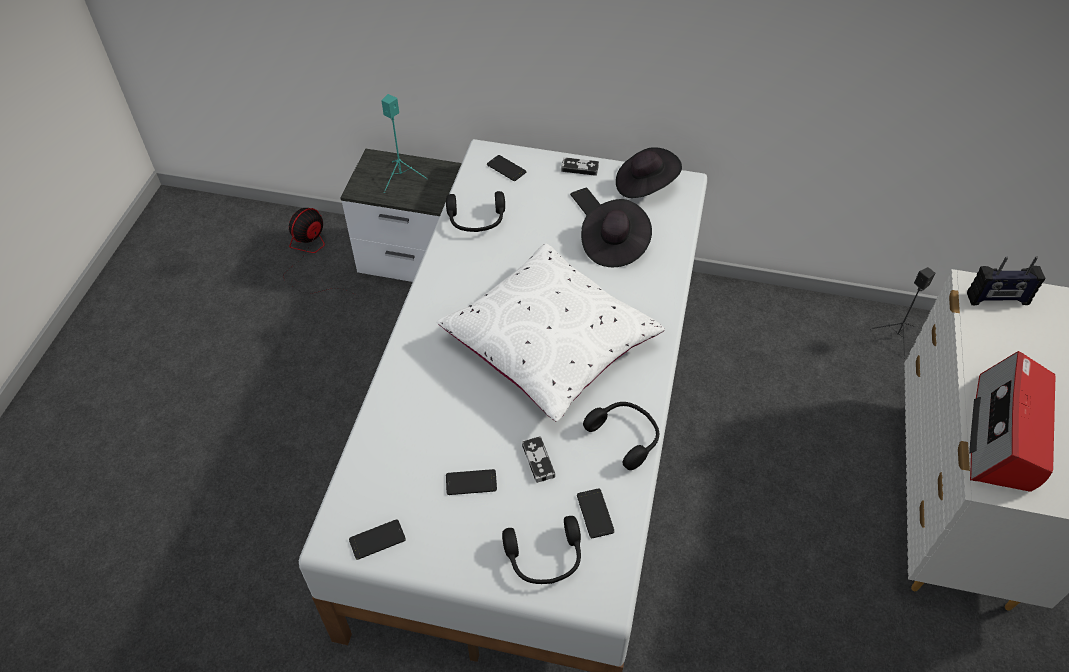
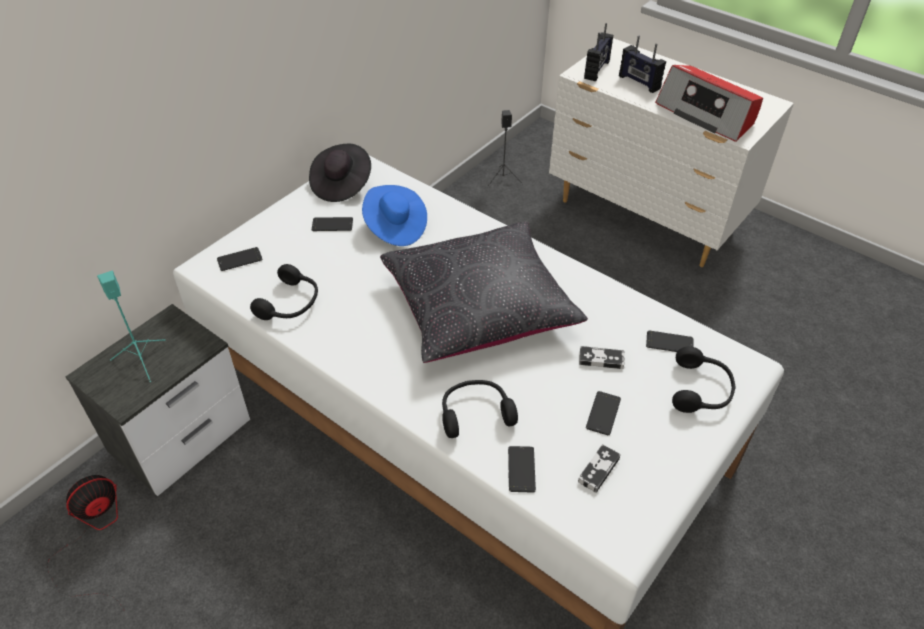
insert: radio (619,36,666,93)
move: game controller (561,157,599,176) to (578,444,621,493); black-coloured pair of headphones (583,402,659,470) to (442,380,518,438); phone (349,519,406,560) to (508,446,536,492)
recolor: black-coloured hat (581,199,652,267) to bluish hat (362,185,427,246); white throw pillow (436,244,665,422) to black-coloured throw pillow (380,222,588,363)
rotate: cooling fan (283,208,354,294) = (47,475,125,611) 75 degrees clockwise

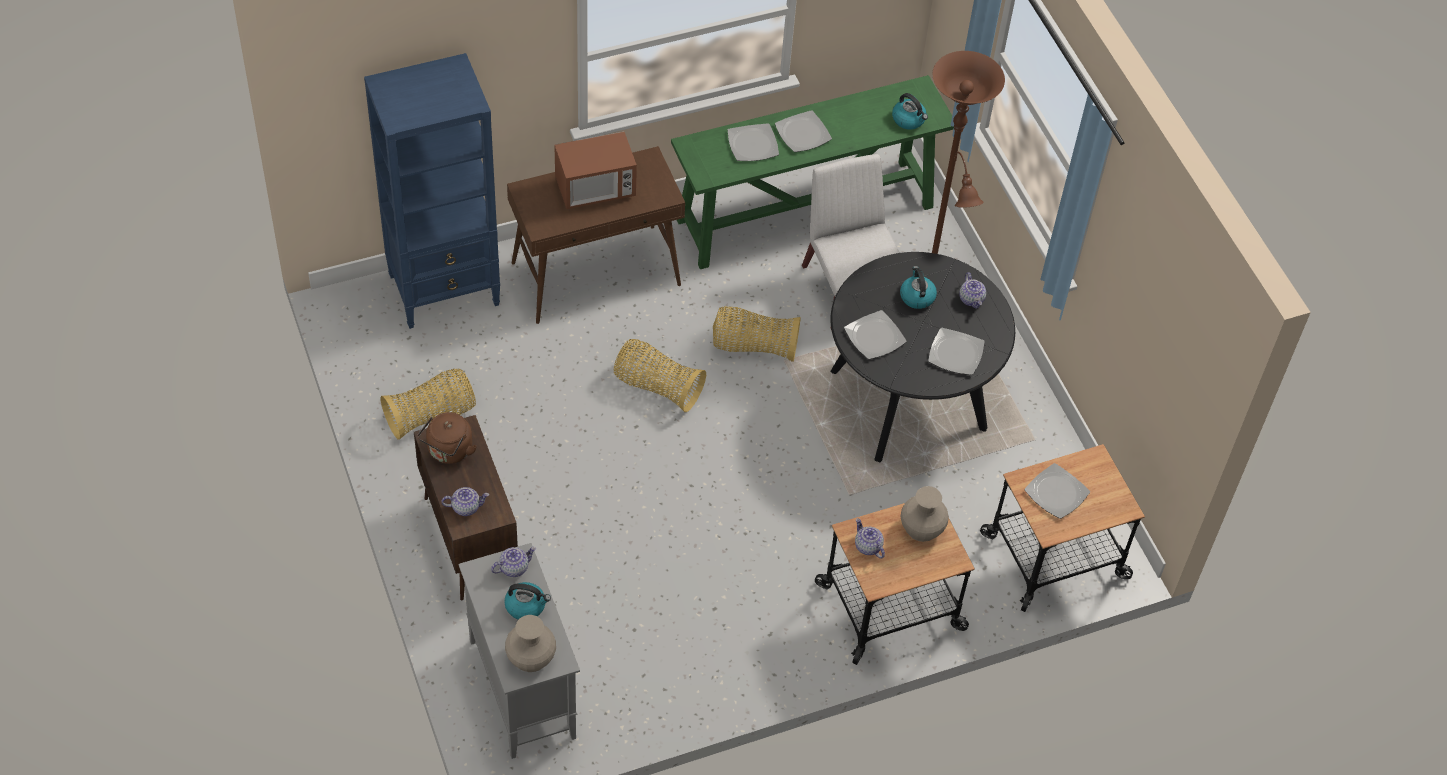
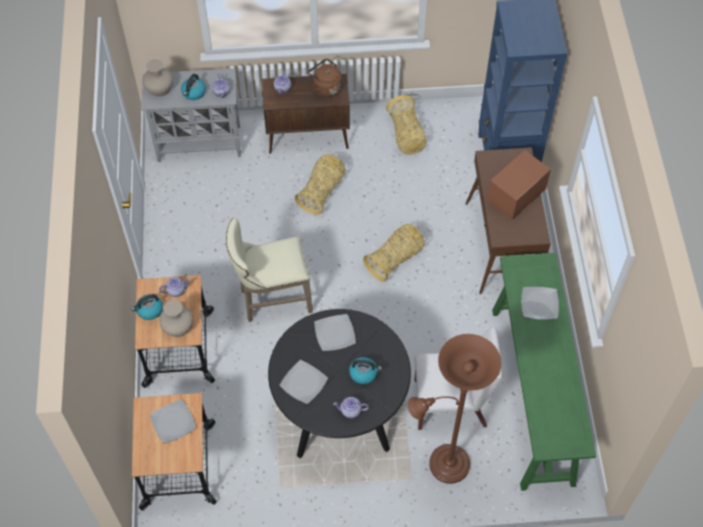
delete: dinner plate (775,110,832,152)
insert: beige-coloured stool seat (226,218,313,322)
move: tea kettle (892,93,928,130) to (131,294,163,320); household basket (713,306,801,362) to (295,154,345,215)
rotate: microwave (554,132,637,209) = (487,150,551,220) 45 degrees clockwise

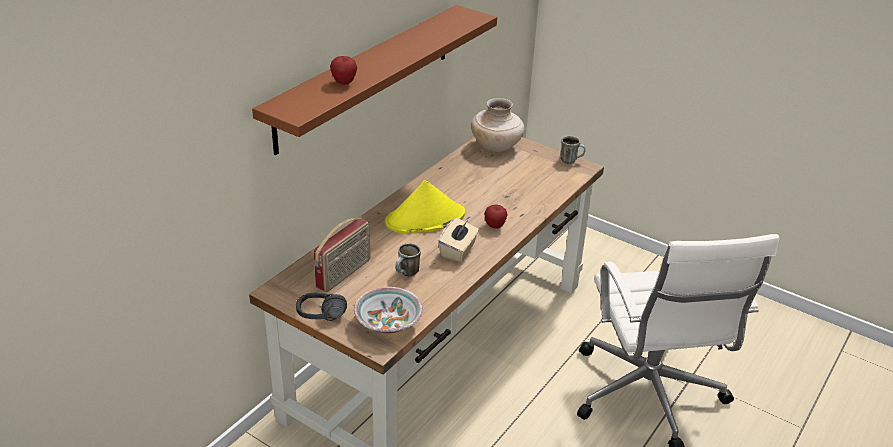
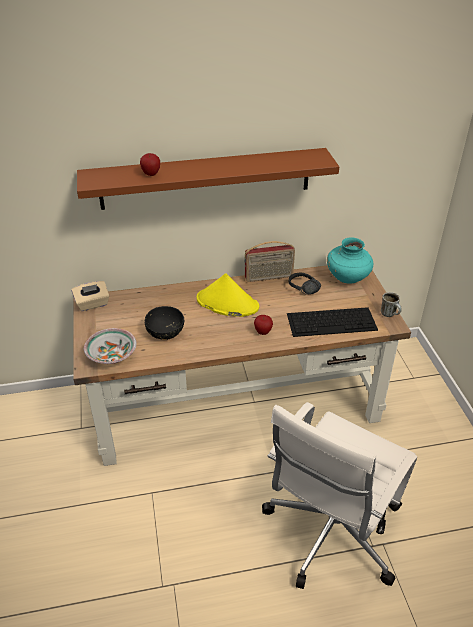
insert: keyboard (287,307,378,337)
move: radio (314,218,371,292) to (244,241,295,282); beige-coloured tissue box (438,218,479,262) to (71,281,109,311); black-coloured pair of headphones (296,293,347,321) to (289,273,321,295)
replace: mug (395,243,421,276) to black-coloured bowl (145,306,184,340)
recolor: beige-coloured flower vase (471,98,525,152) to turquoise flower vase (327,237,373,284)

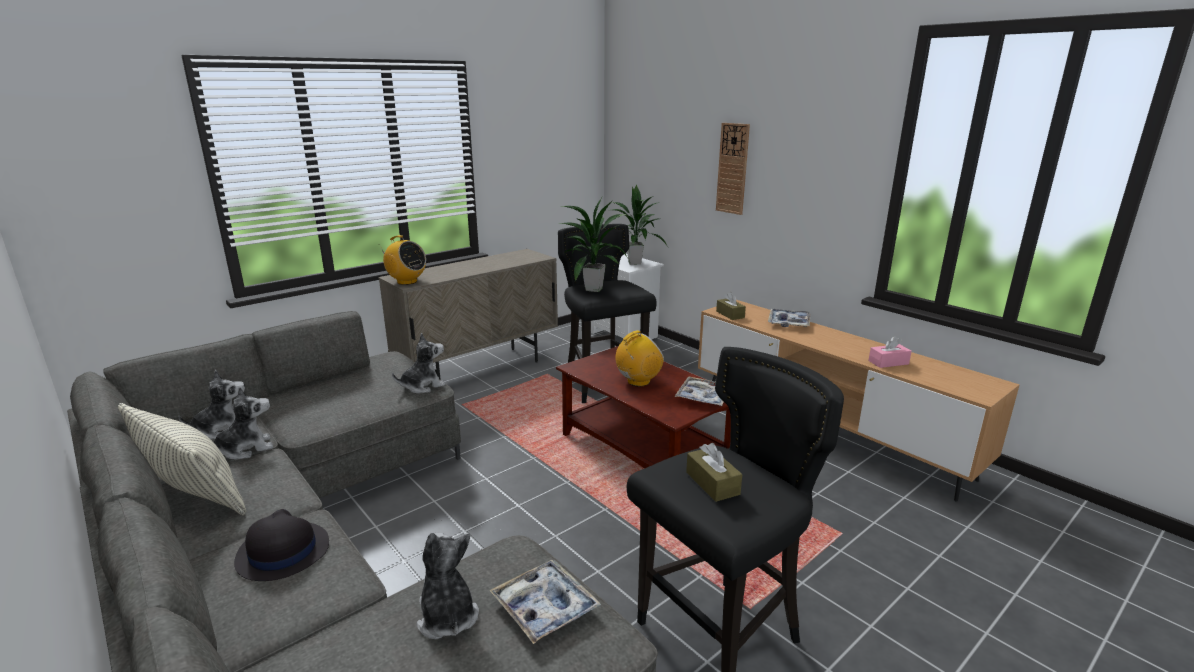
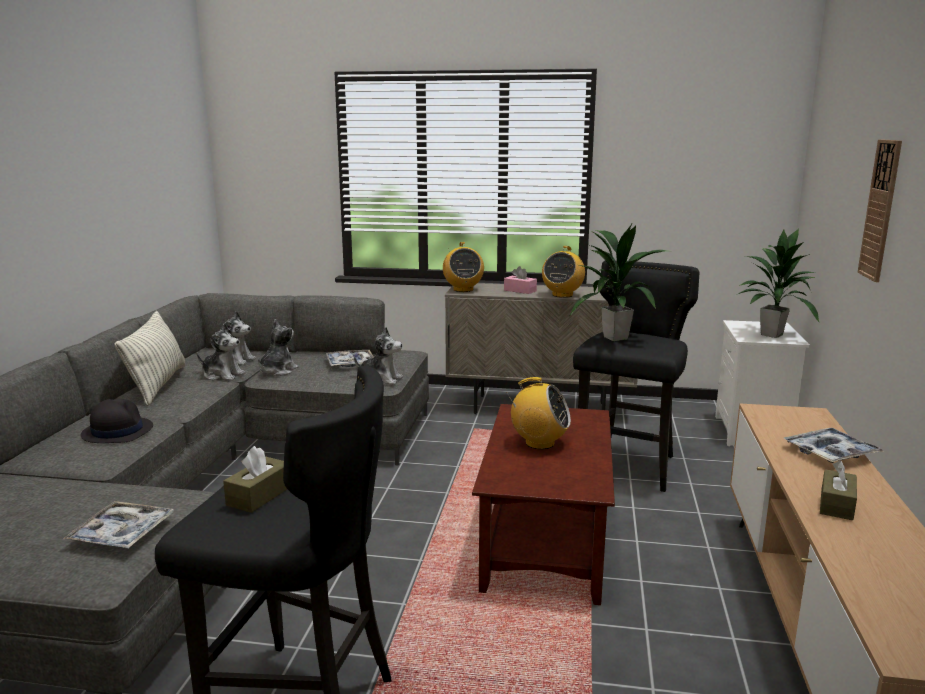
insert: radio (542,246,585,298)
move: brown-coloured tissue box (716,292,746,320) to (820,460,857,520); pink tissue box (868,336,912,368) to (504,266,537,294); serving tray (675,376,724,406) to (326,350,373,367); soft toy (417,533,479,639) to (258,319,298,376)

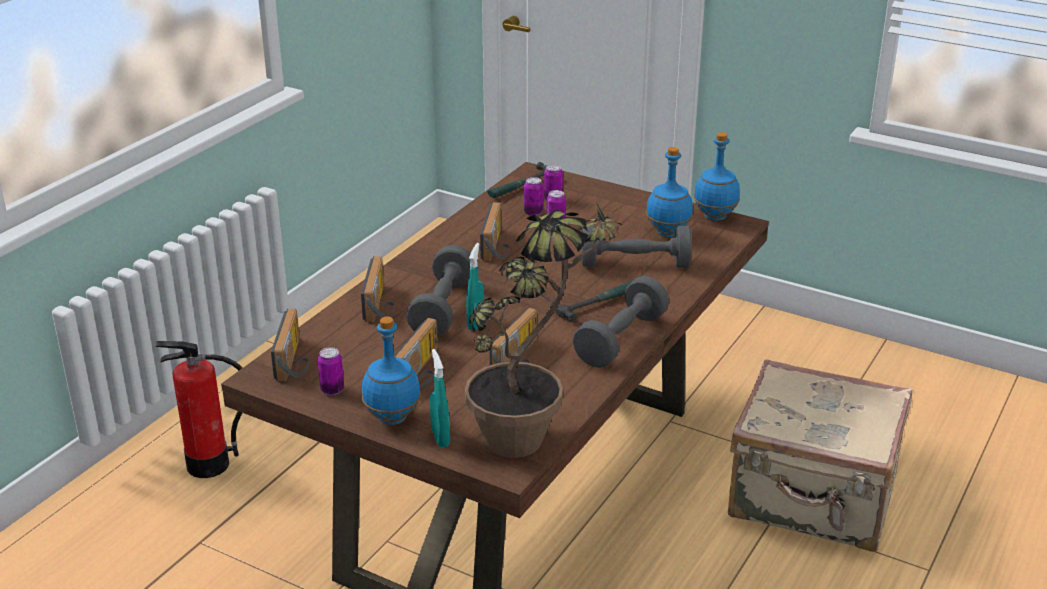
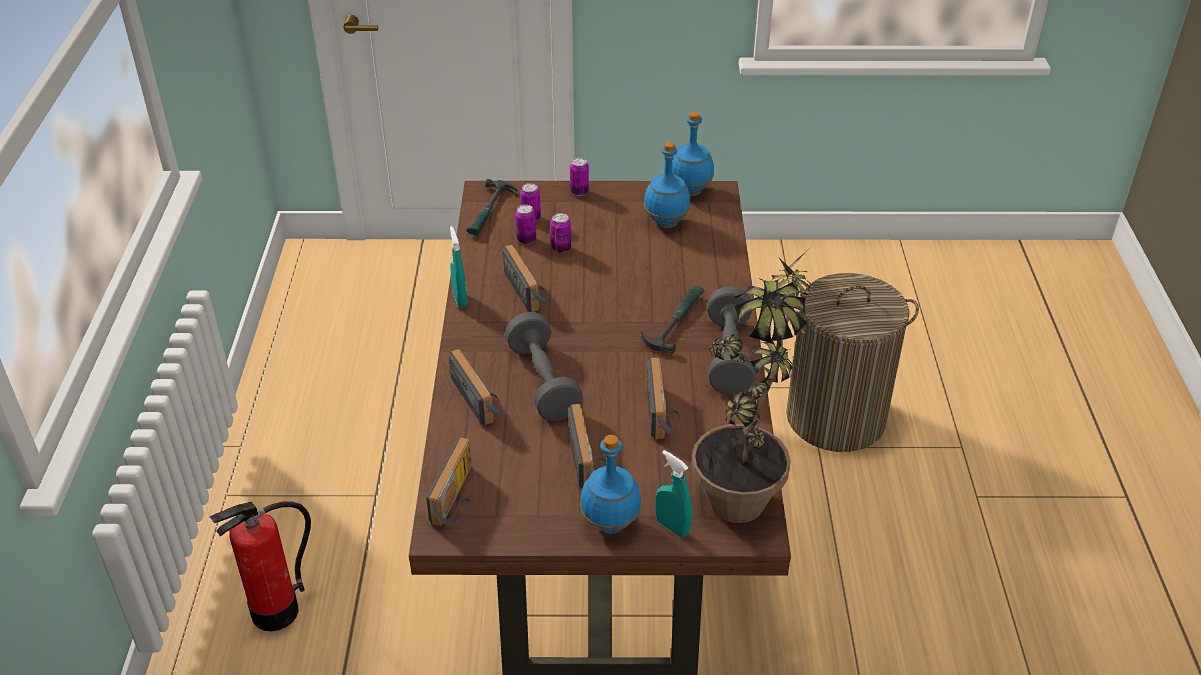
delete: gray hand weight (582,225,692,268)
move: turquoise hand sprayer (466,243,484,331) to (450,226,468,308); can (318,347,344,395) to (570,158,589,196)
replace: beige-coloured travel case (728,359,912,552) to washing basket (786,273,919,452)
rotate: radio (271,309,309,381) = (426,437,472,526) 45 degrees clockwise

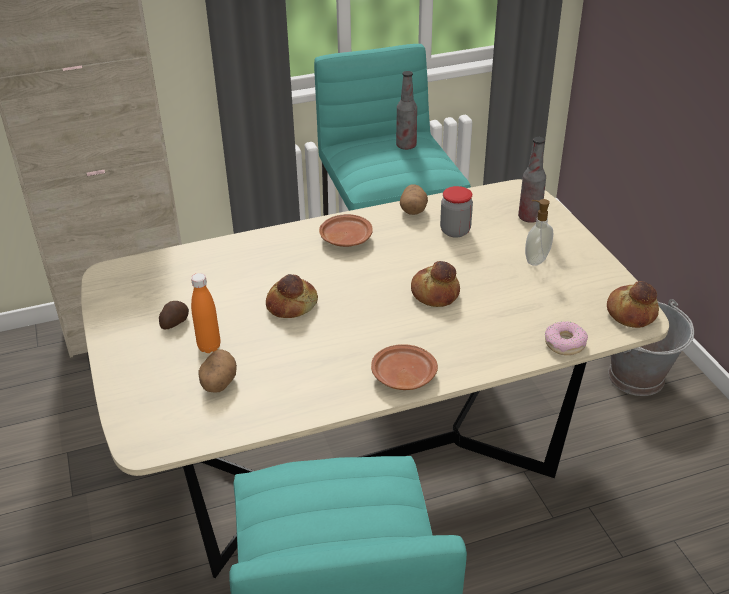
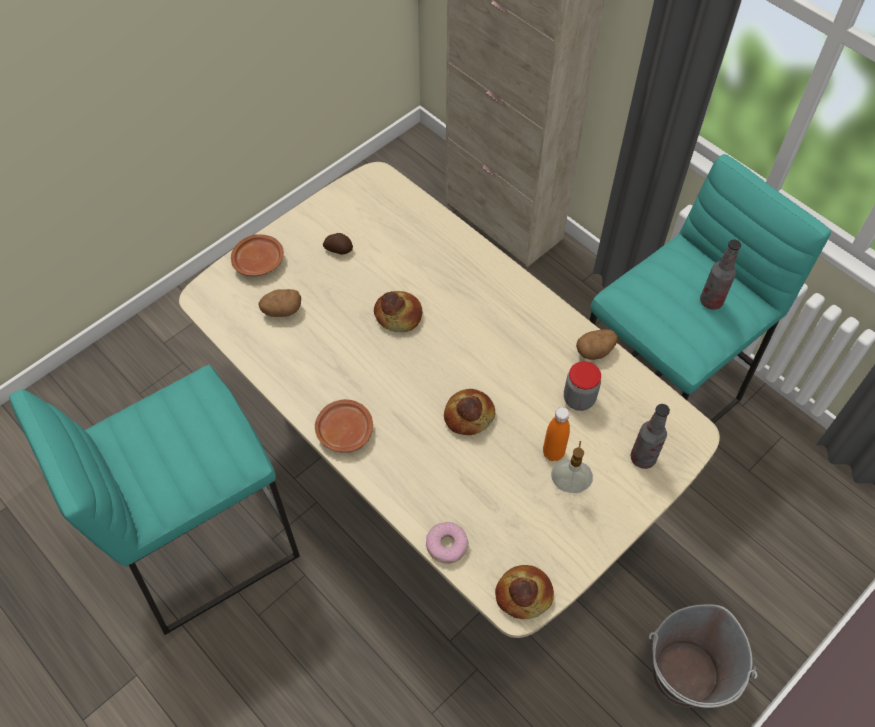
move: brown-coloured dinner plate (319,214,373,247) to (231,234,284,276); orangey drink bottle (191,273,220,353) to (543,407,570,461)

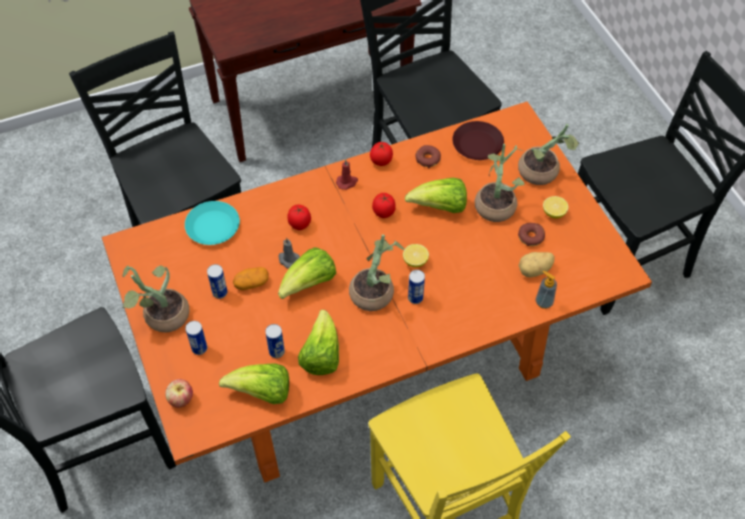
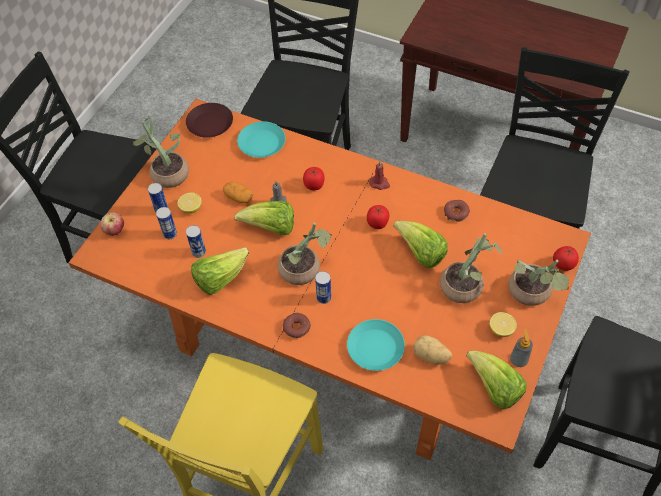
insert: turquoise dinner plate (347,319,405,371)
move: brown-coloured dinner plate (452,121,504,160) to (186,103,233,138); whole tomato (370,142,393,166) to (553,246,579,271); doughnut (518,223,545,246) to (283,313,311,338); whole lemon (403,244,429,267) to (178,192,202,214); can (207,264,227,299) to (156,207,177,239); soap bottle (536,271,557,309) to (510,329,533,367); lettuce head (219,363,289,404) to (466,350,527,409)

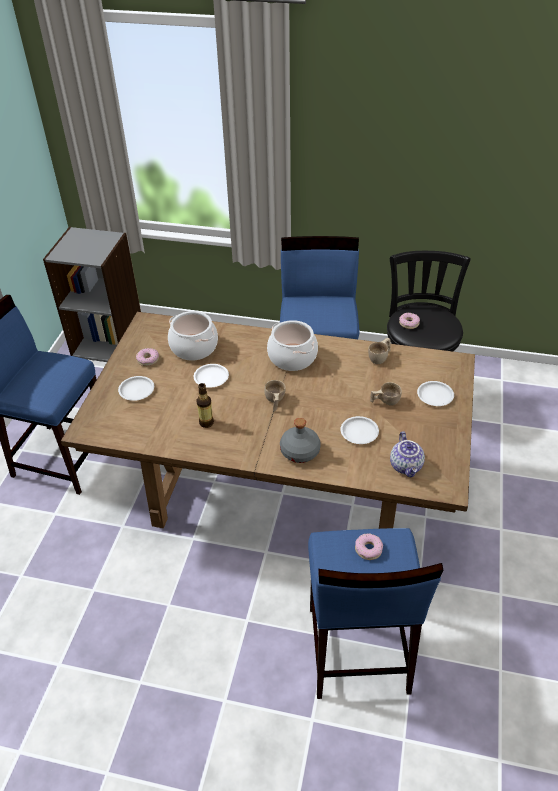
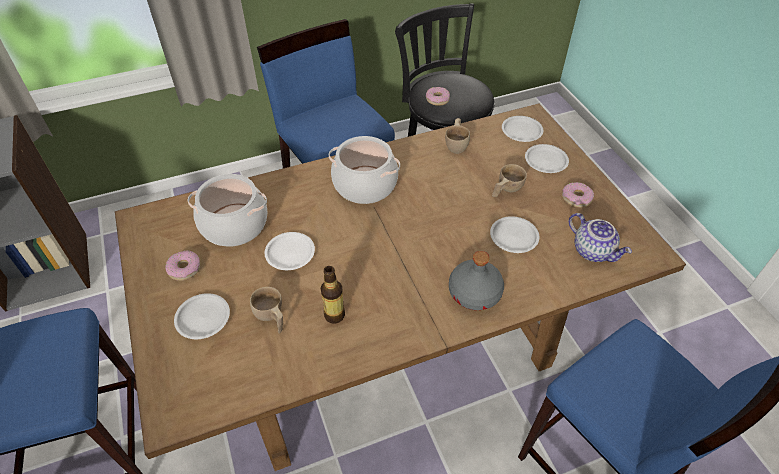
insert: white dinner plate (502,116,543,142)
move: beige-coloured cup (264,380,286,411) to (250,287,283,333); doughnut (355,533,383,560) to (562,182,594,208)

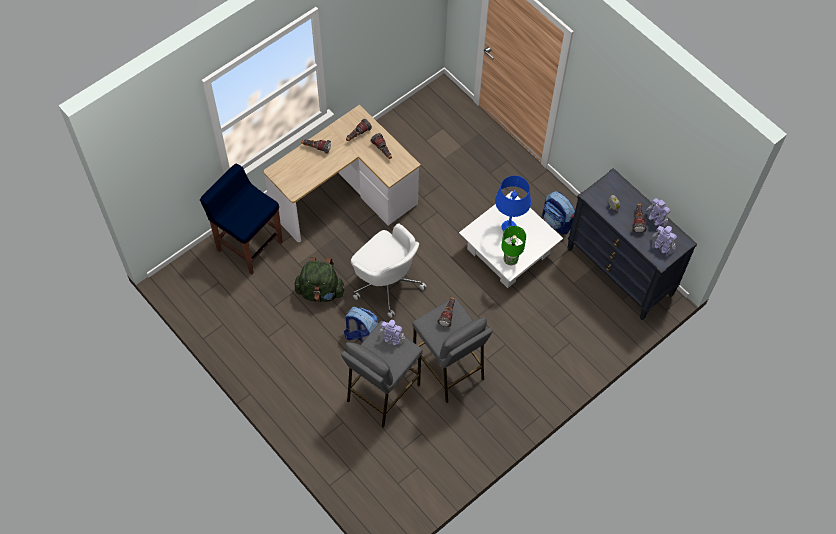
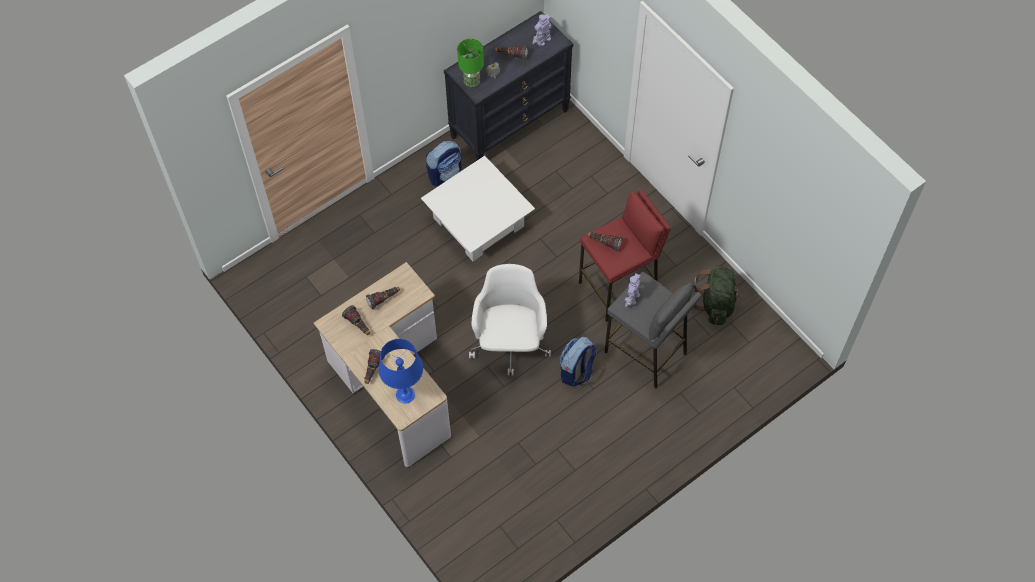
delete: bluish stool seat (200,164,283,275); toy robot (646,198,670,226)
move: bluish lamp for a table (495,176,531,231) to (378,339,423,404); greenish lamp for a table (501,226,526,265) to (457,38,484,88); greenish rucksack (294,257,346,302) to (692,266,742,325)
recolor: gray stool seat (412,297,493,403) to reddish stool seat (579,190,671,322)
rotate: white computer chair (351,223,427,318) = (469,264,551,376) 45 degrees counterclockwise

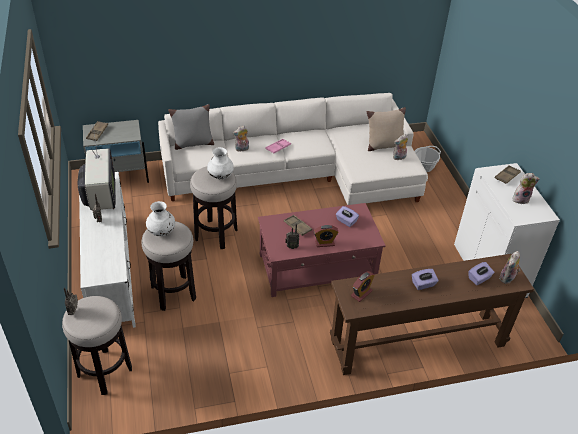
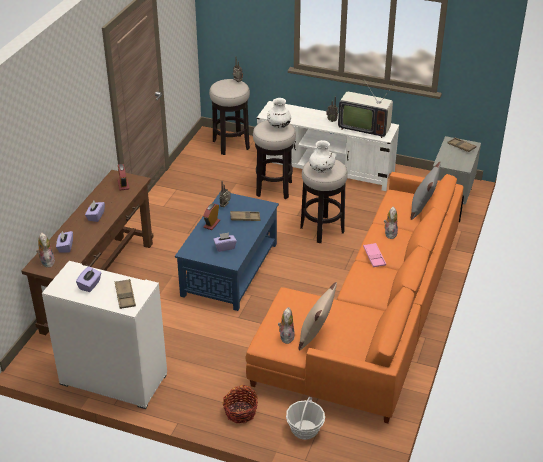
insert: household basket (222,385,258,423)
replace: soft toy (513,173,540,204) to purple-coloured tissue box (76,267,101,292)
recolor: white sofa (158,93,428,205) to orangey sofa (246,172,464,423); reddish lounge table (258,203,386,297) to bluish lounge table (175,191,279,311)

